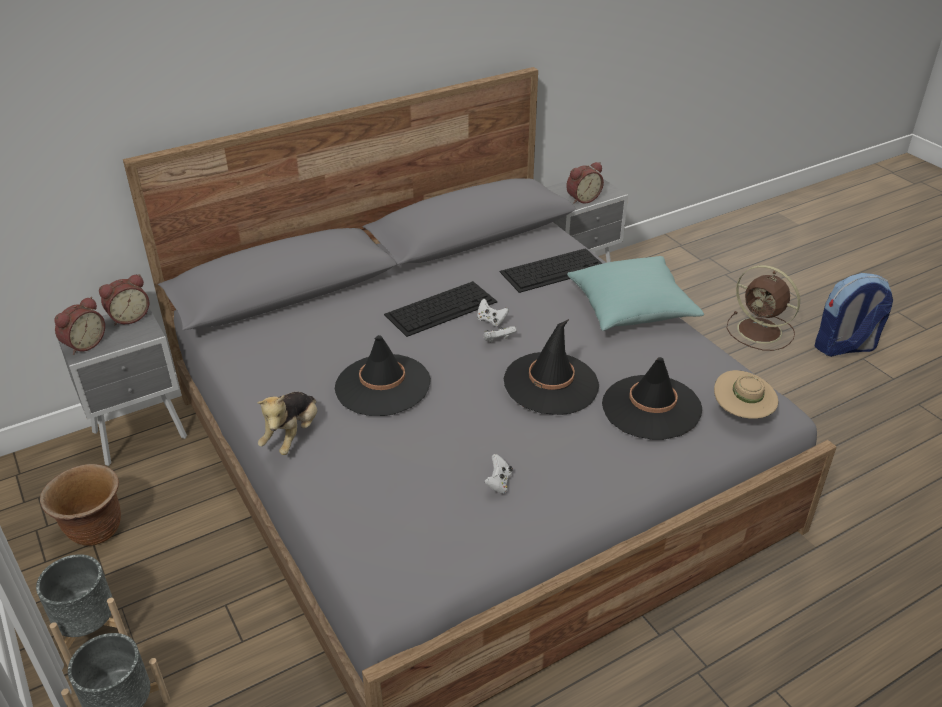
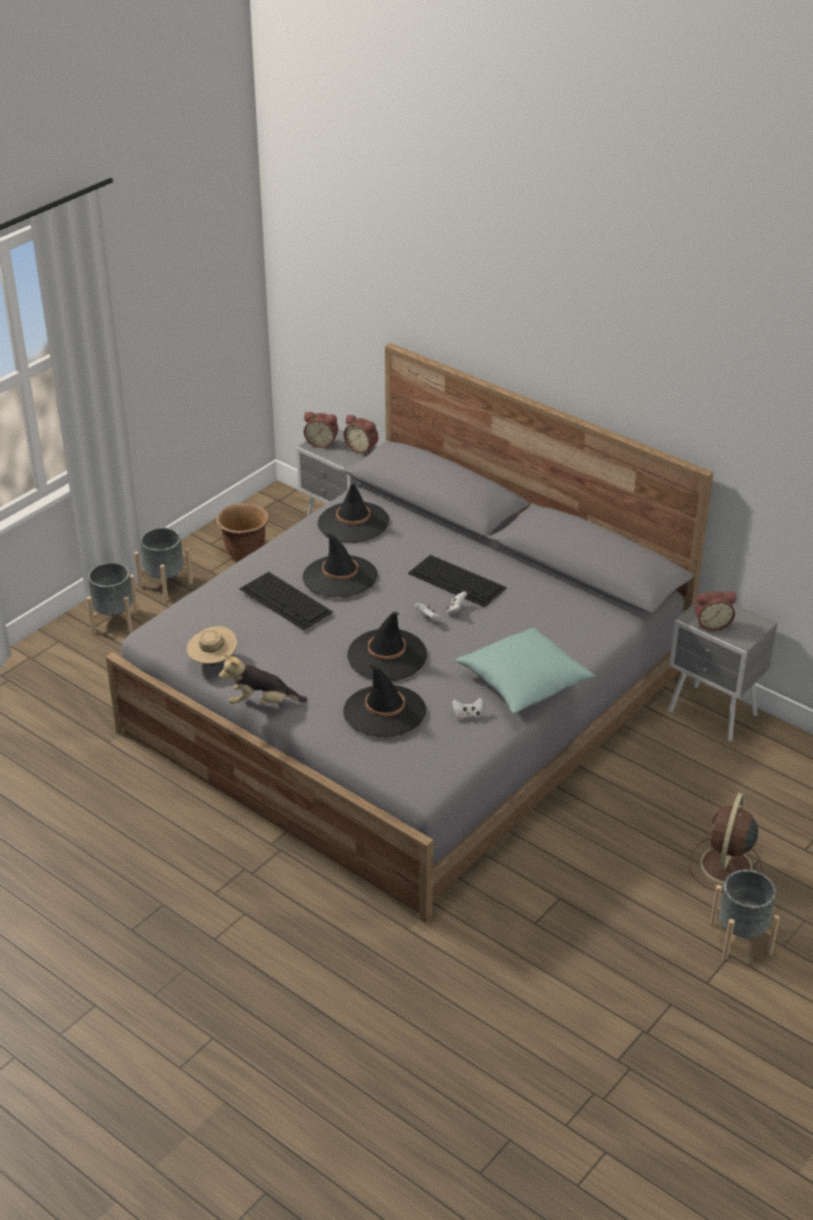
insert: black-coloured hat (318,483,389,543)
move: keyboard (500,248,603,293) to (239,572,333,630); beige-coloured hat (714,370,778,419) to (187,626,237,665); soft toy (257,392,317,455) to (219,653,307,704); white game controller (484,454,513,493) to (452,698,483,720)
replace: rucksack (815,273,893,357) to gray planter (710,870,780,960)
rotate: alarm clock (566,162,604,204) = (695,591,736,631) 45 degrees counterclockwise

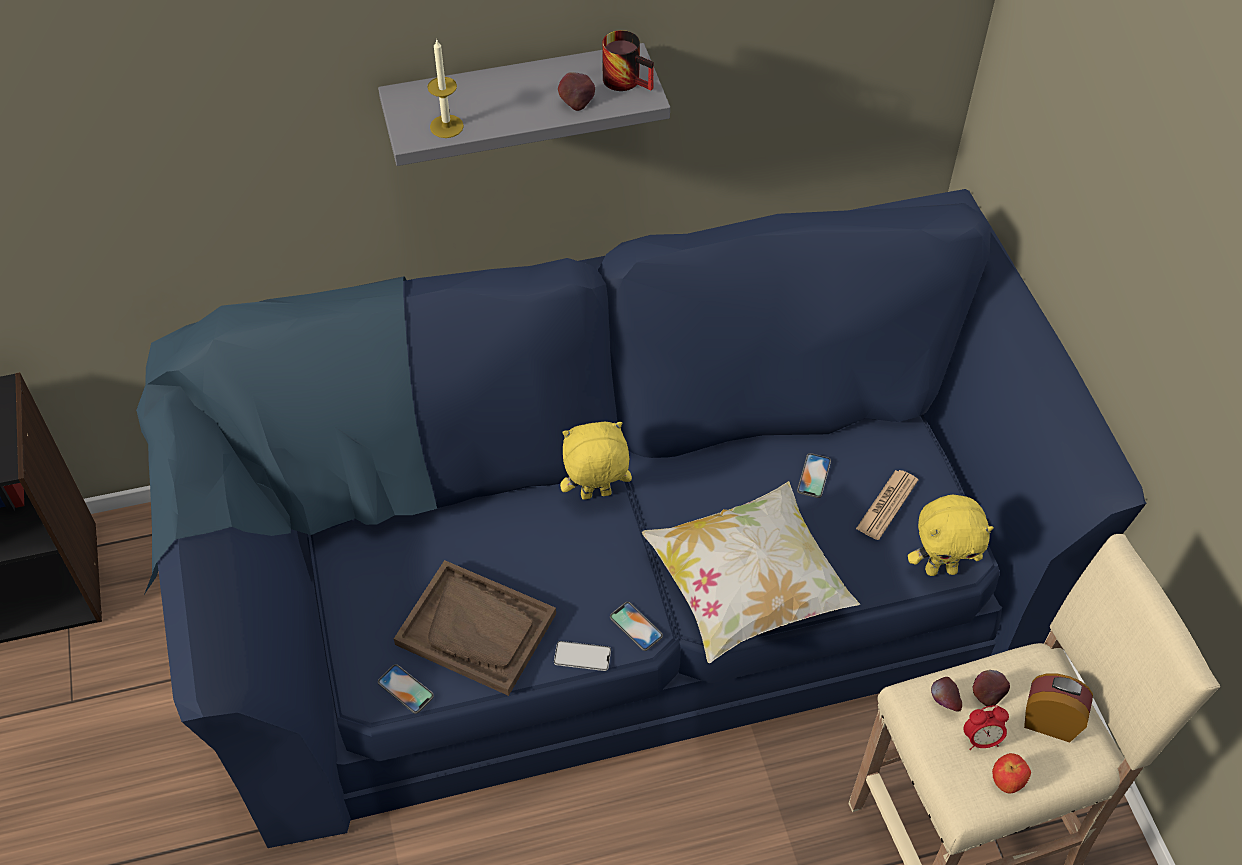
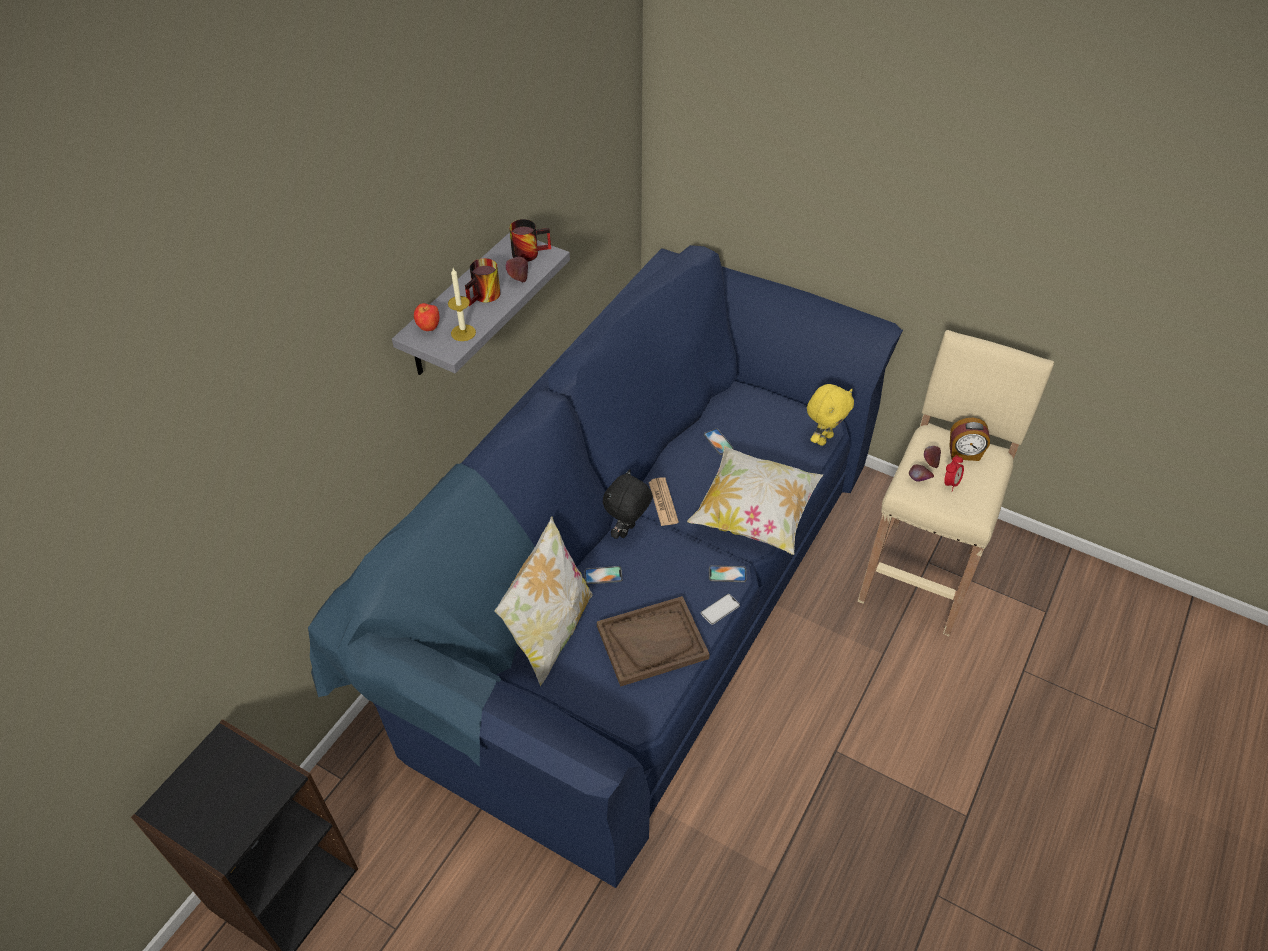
insert: mug (465,258,501,306); throw pillow (494,516,593,686)
move: daily paper (856,470,918,540) to (649,477,679,526); phone (378,664,434,714) to (584,566,622,584); apple (992,753,1031,793) to (414,303,439,331)
recolor: yellow-coloured soft toy (560,422,632,500) to black-coloured soft toy (603,469,653,539)
rotate: alarm clock (1024,674,1093,742) = (949,418,990,461) 150 degrees counterclockwise

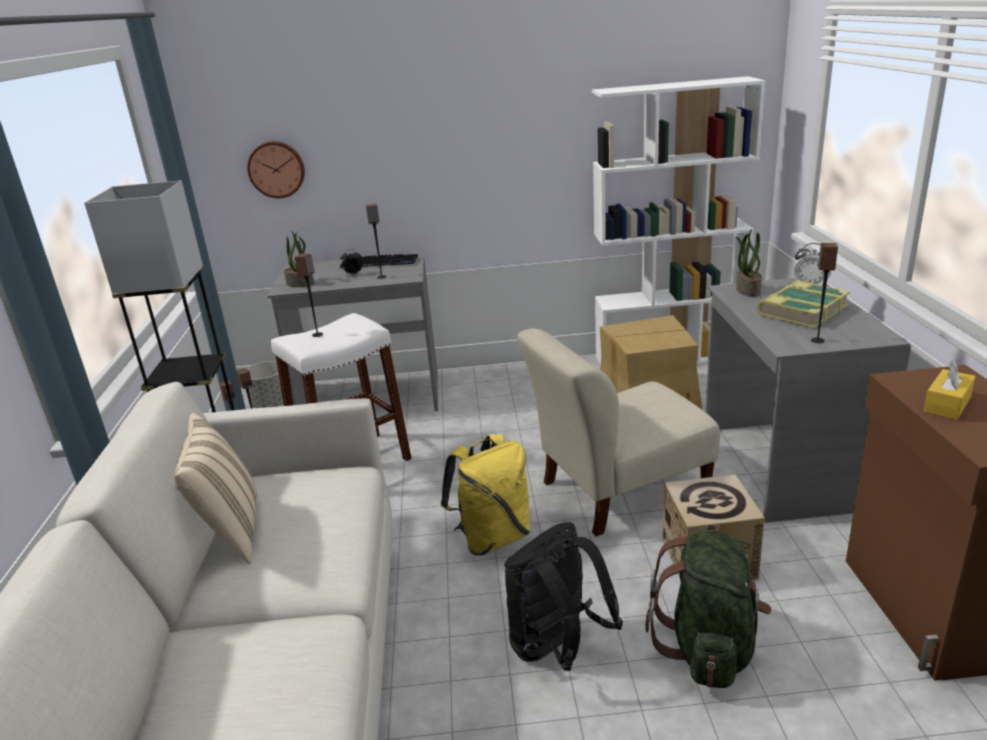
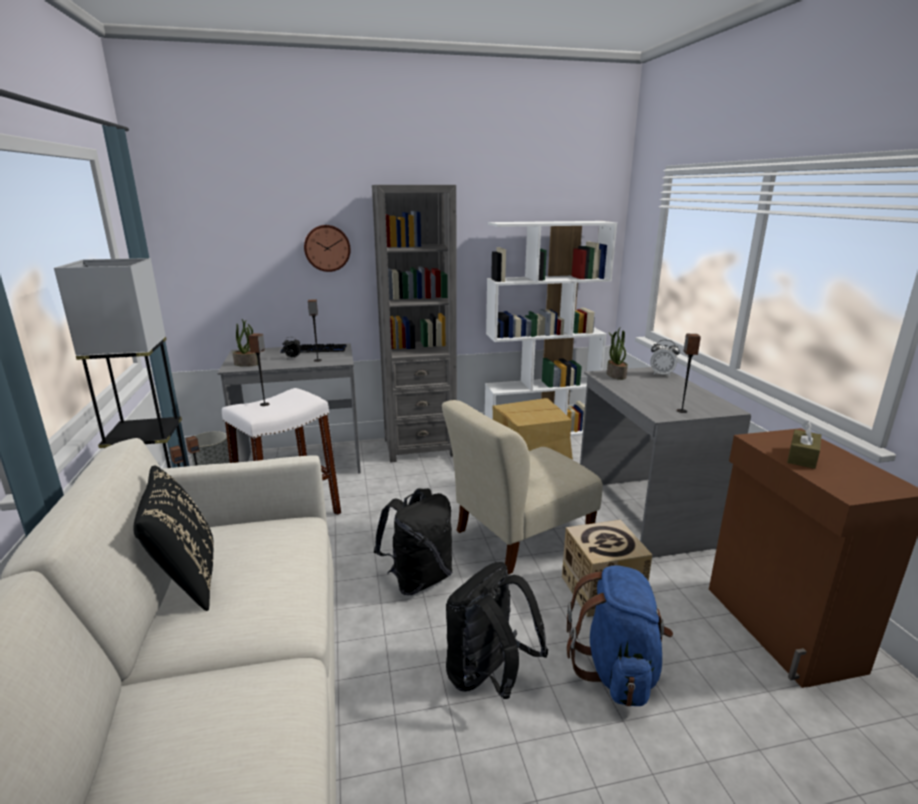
delete: volume (757,280,851,328)
insert: gray bookshelf (372,185,457,463)
move: wall clock (247,141,305,198) to (304,225,351,272)
recolor: yellow-coloured tissue box (924,360,976,420) to brown-coloured tissue box (787,421,821,469); beige-coloured throw pillow (174,413,257,564) to black-coloured throw pillow (133,466,214,611); yellow-coloured rucksack (441,434,531,556) to black-coloured rucksack (374,488,452,595); greenish rucksack (645,530,772,688) to bluish rucksack (567,565,673,706)

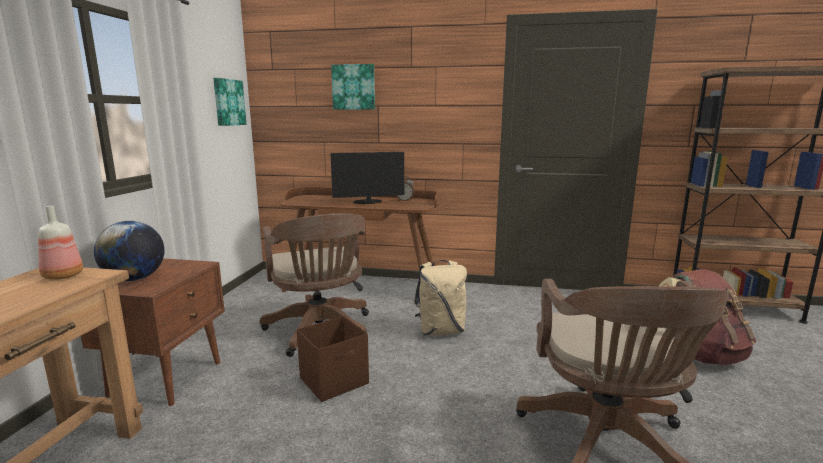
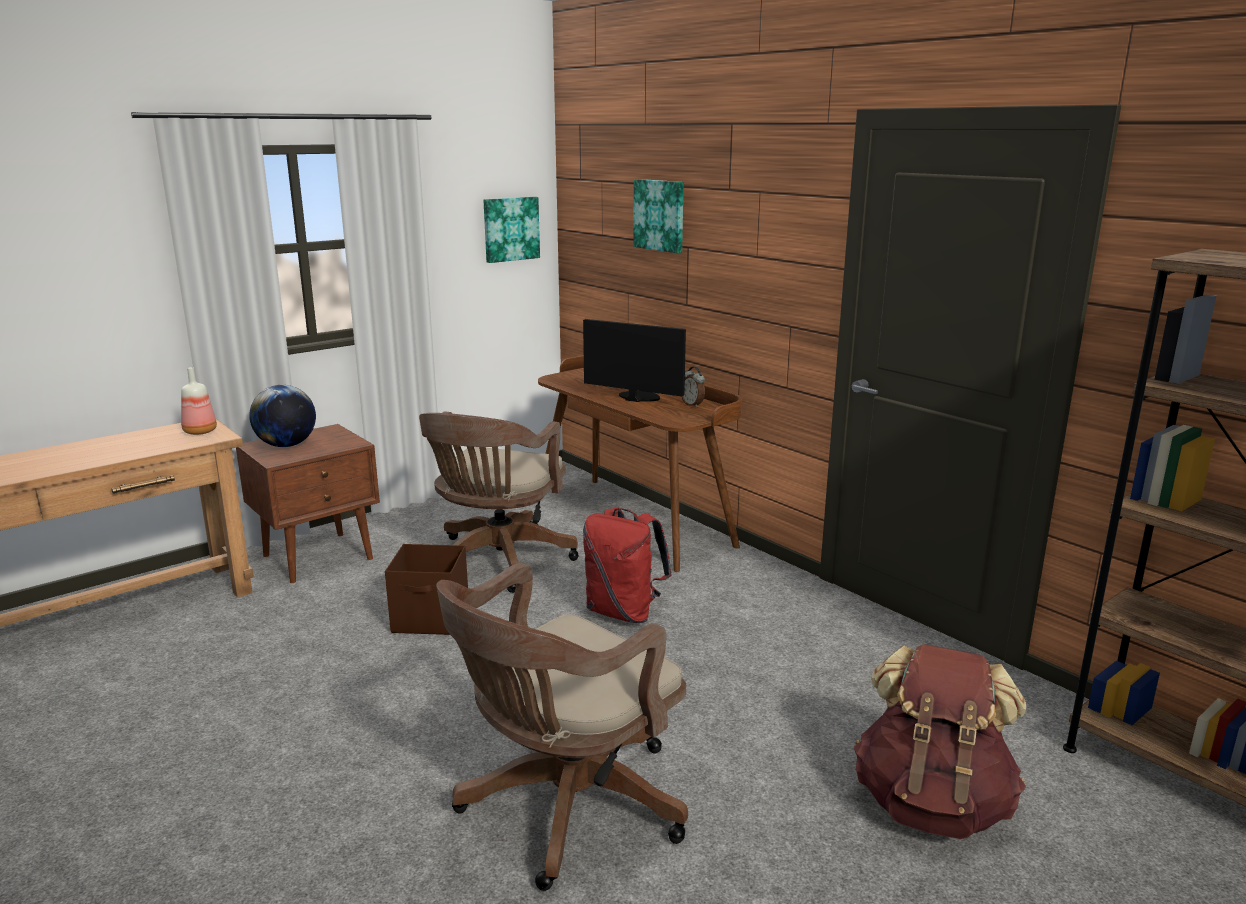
recolor: beige-coloured rucksack (414,260,467,336) to reddish rucksack (583,507,672,623)

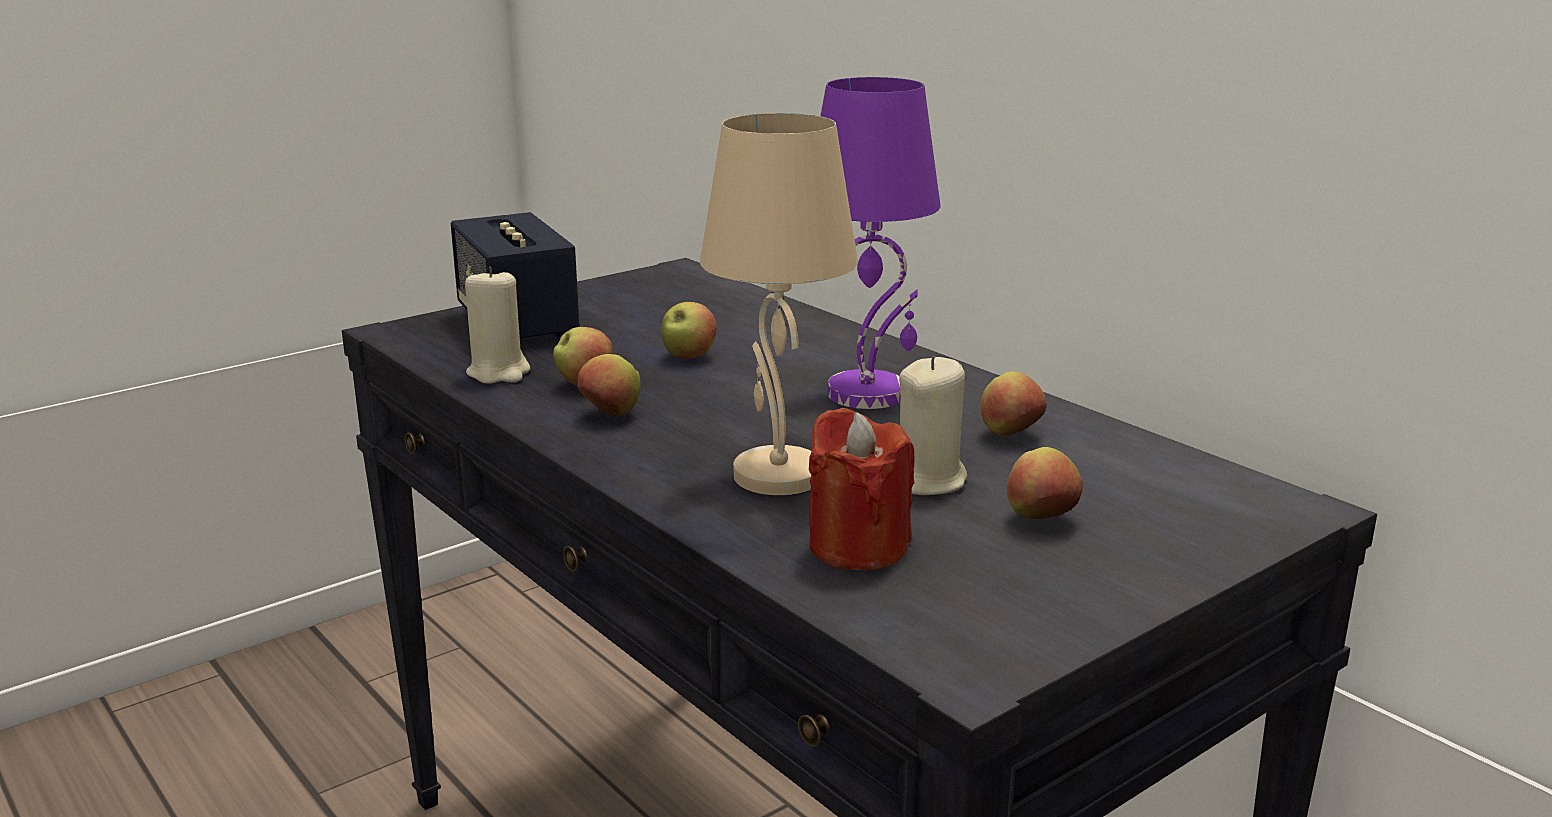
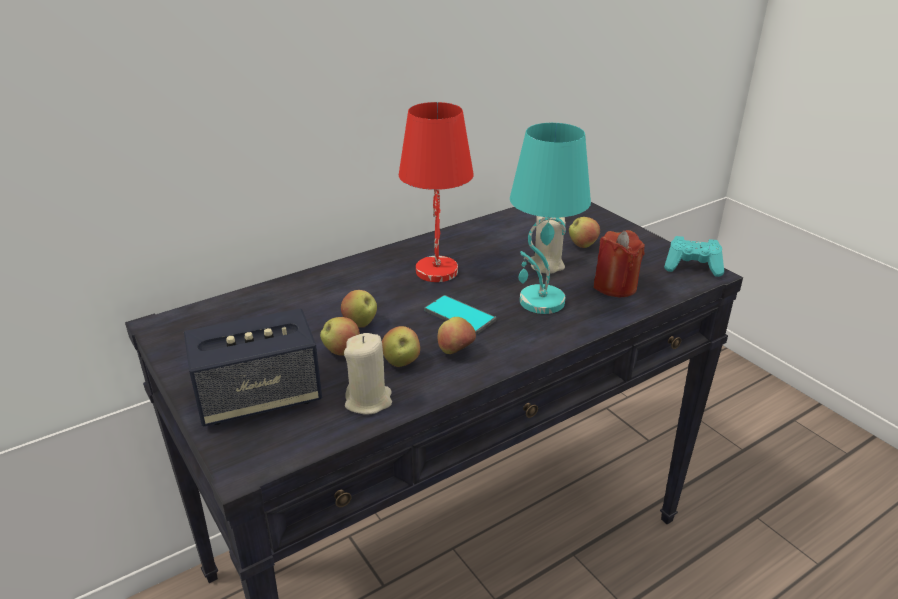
insert: turquoise game controller (664,236,724,277); phone (424,295,496,335)
move: apple (981,371,1047,436) to (320,317,360,356)
recolor: purple-coloured lamp for a table (820,77,941,409) to reddish lamp for a table (399,102,474,282); beige-coloured lamp for a table (700,113,858,495) to turquoise lamp for a table (510,123,591,314)

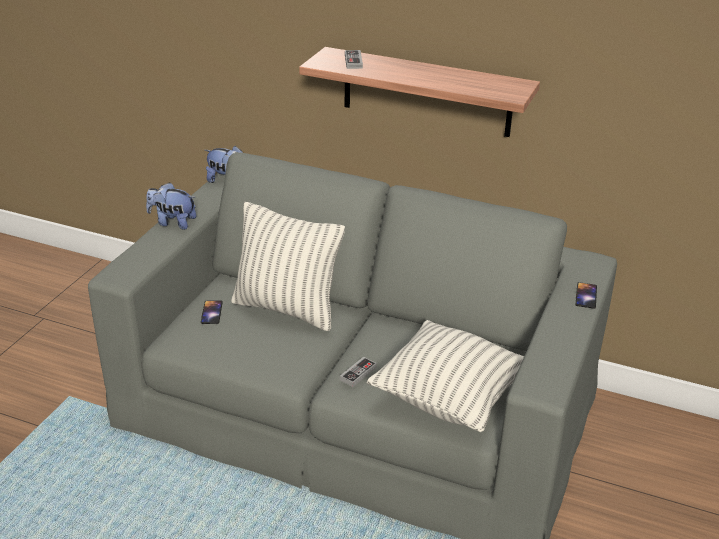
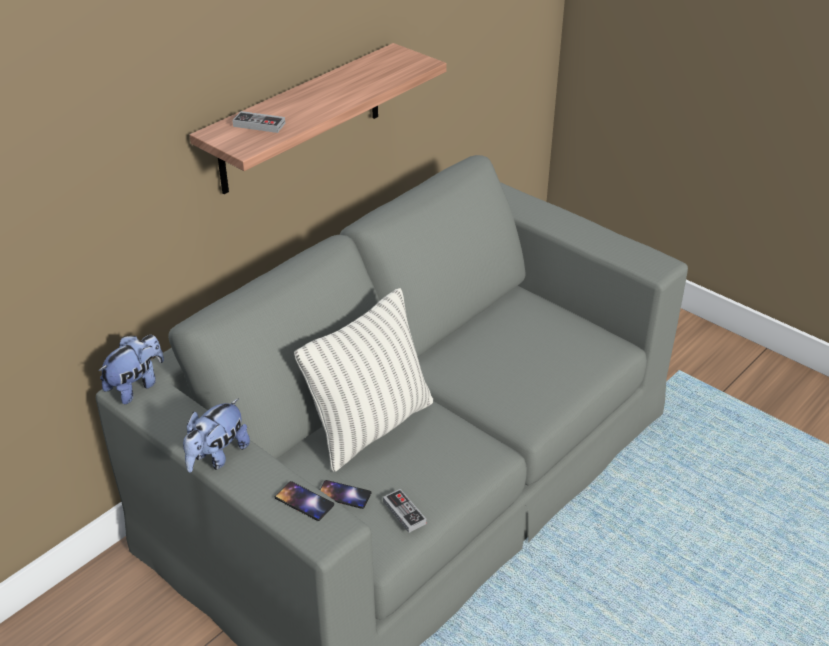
delete: throw pillow (367,320,524,432)
move: phone (576,282,597,309) to (275,481,334,521); game controller (340,357,377,387) to (383,489,427,533)

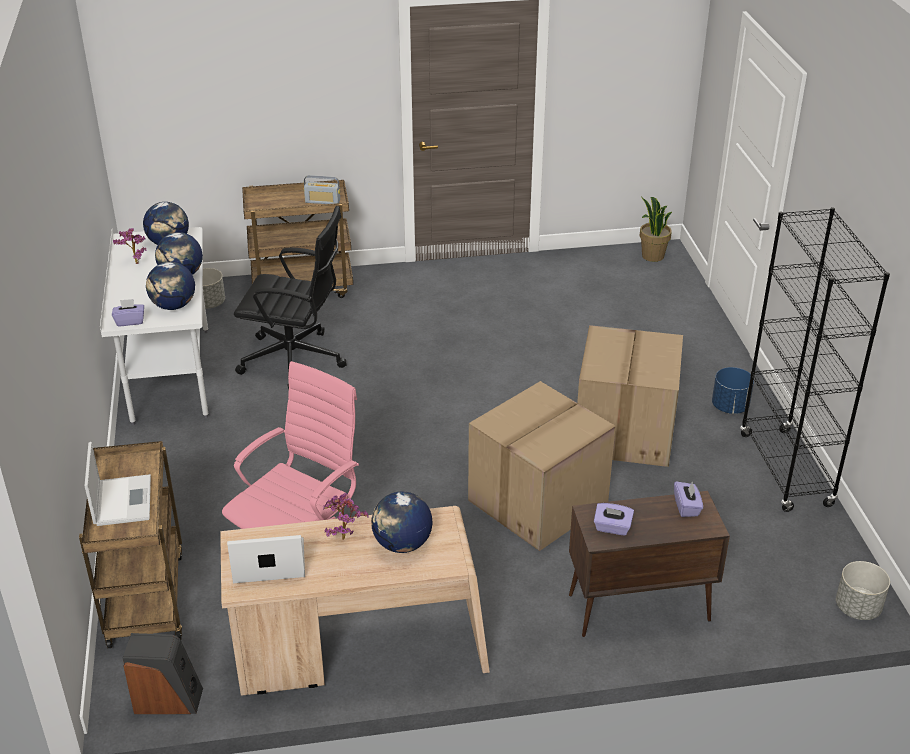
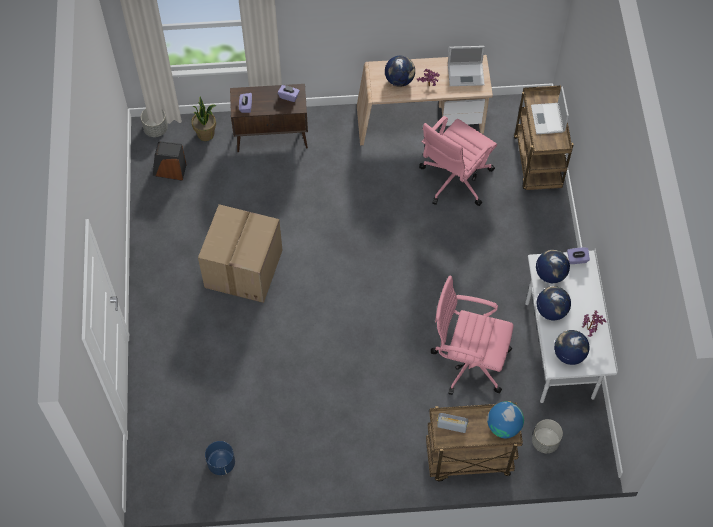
delete: black-coloured bookshelf (740,207,890,512); carton (468,381,616,551)
insert: globe (487,401,524,438)
move: potted plant (640,197,672,262) to (192,96,216,141); bluish planter (712,367,754,414) to (205,441,235,475); speaker (123,633,203,714) to (153,141,187,181)
recolor: black-coloured computer chair (234,206,346,390) to pink computer chair (431,275,513,395)

